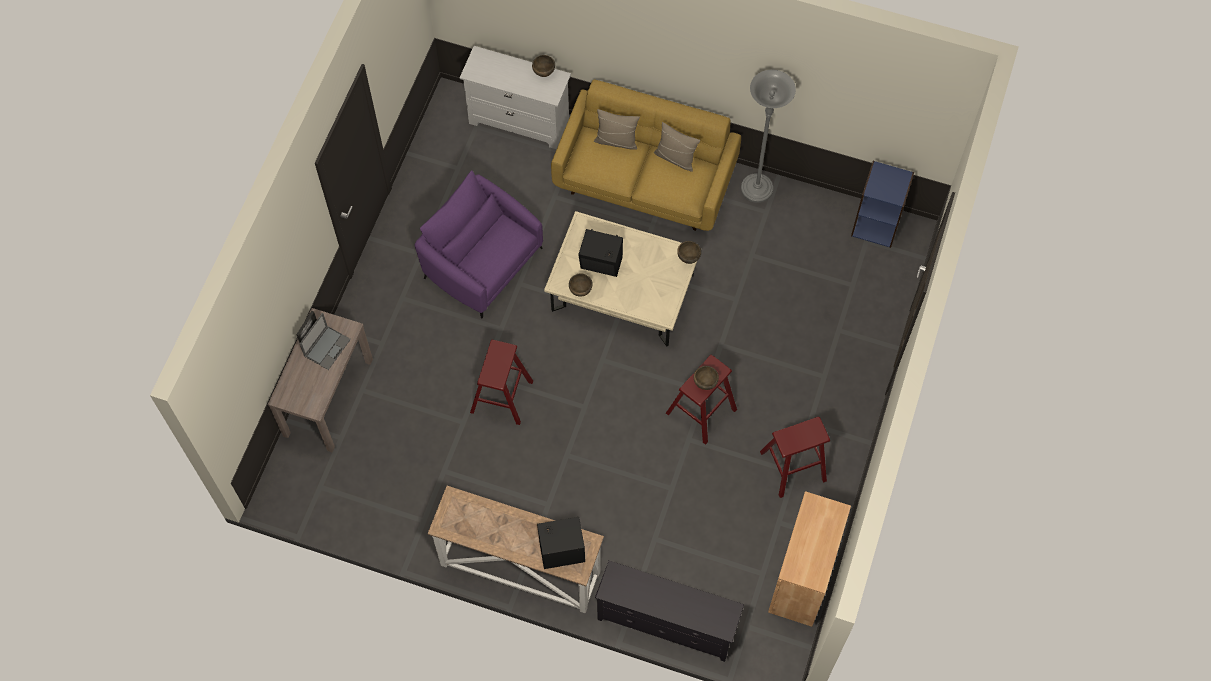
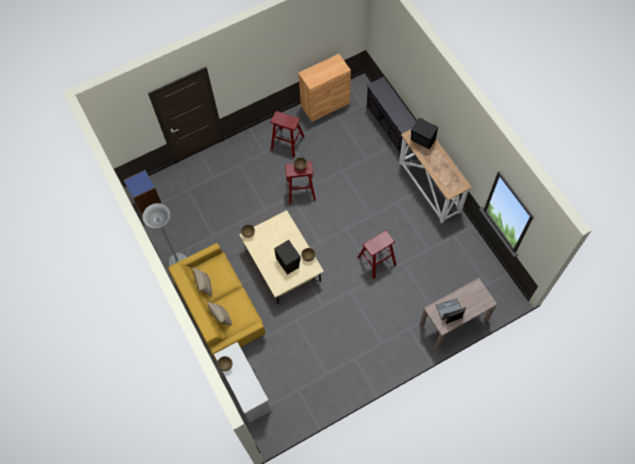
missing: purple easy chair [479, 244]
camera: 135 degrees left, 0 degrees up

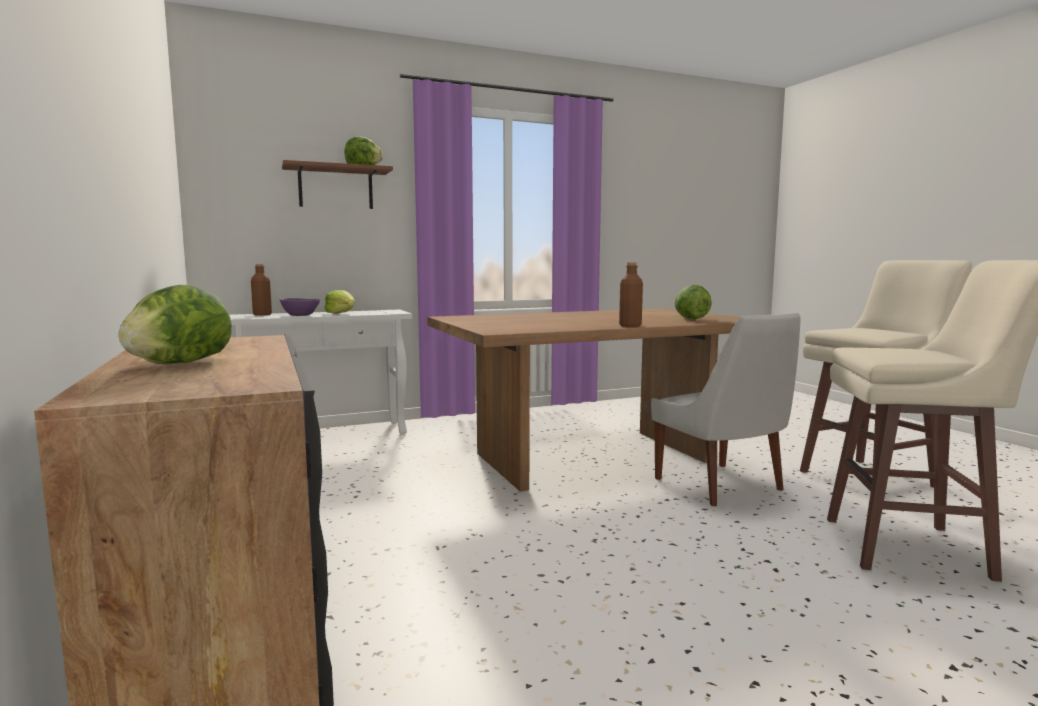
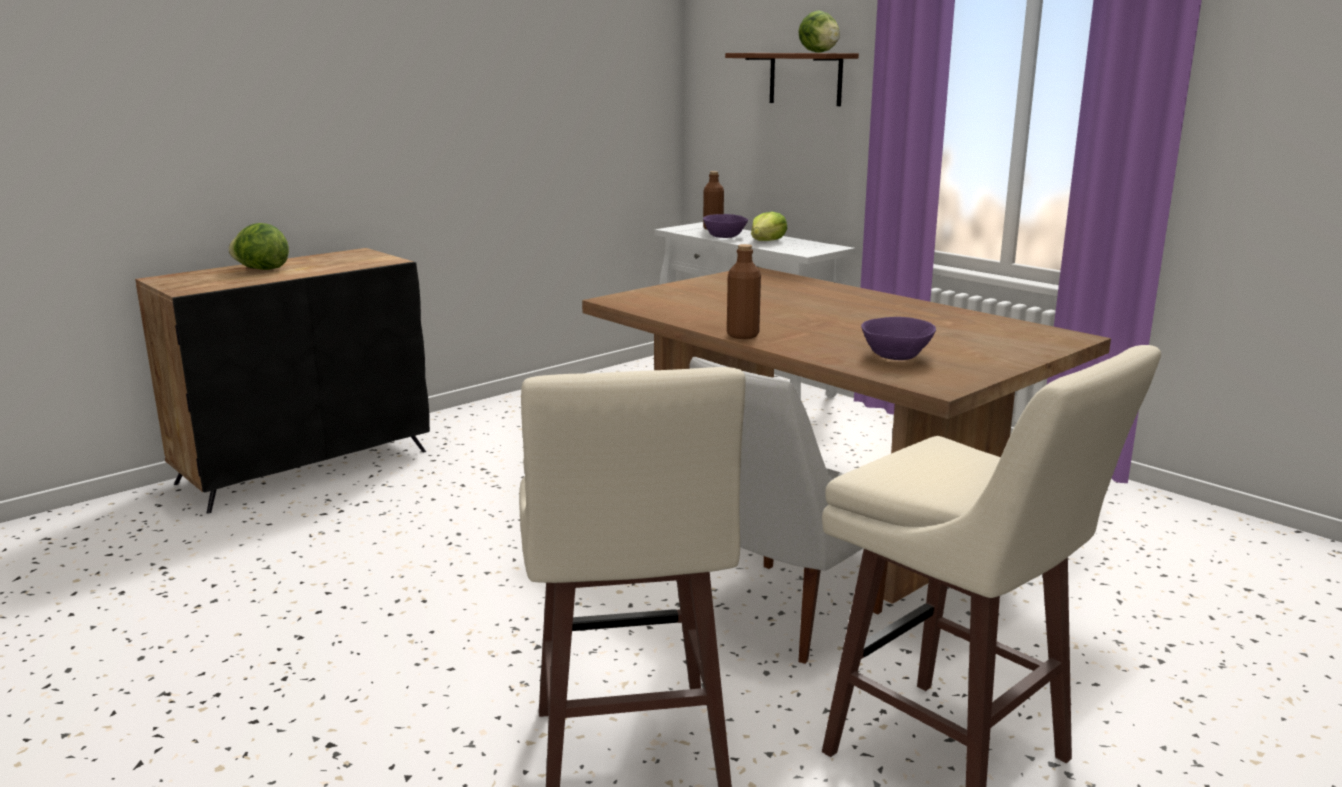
exchanged: lettuce head [693, 301] to purple bowl [898, 338]
camera: 70 degrees right, 10 degrees up

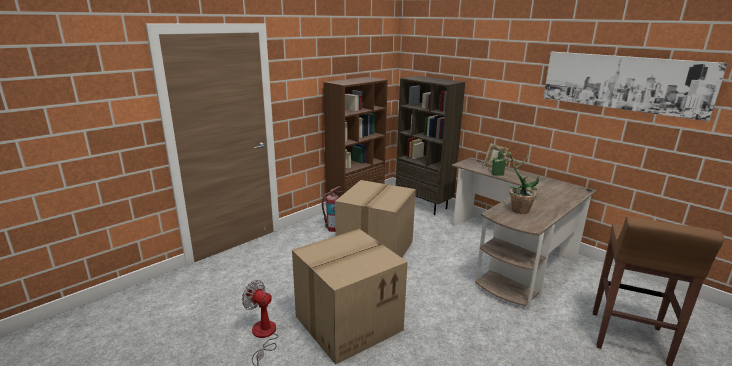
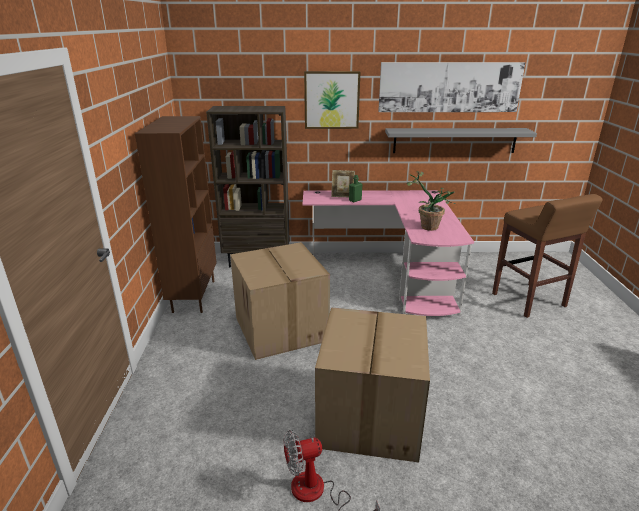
missing: extinguisher [332, 209]
appeared: wall art [332, 100]; gray bracket shelf [461, 140]
colour: brown-coloured desk [524, 233] to pink-coloured desk [388, 253]
camera: 45 degrees left, 5 degrees up

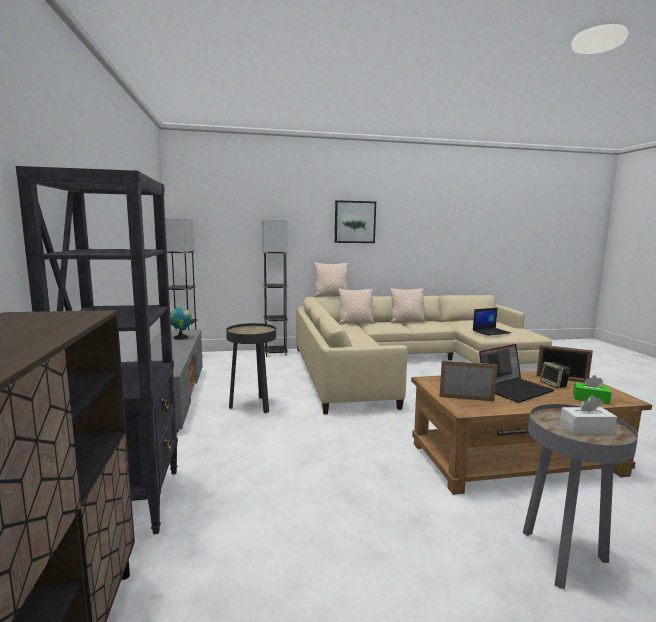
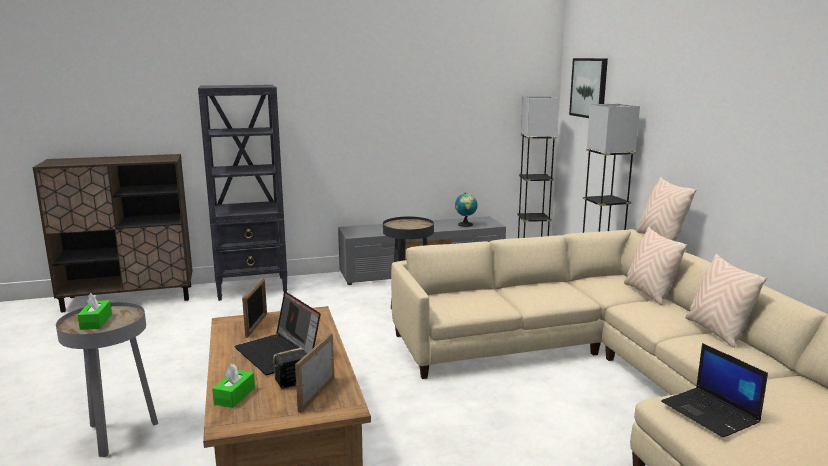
relocated: wall art [355, 221] to [588, 88]
colour: whitish tissue holder [588, 414] to green-coloured tissue holder [94, 311]
camera: 85 degrees right, 5 degrees up

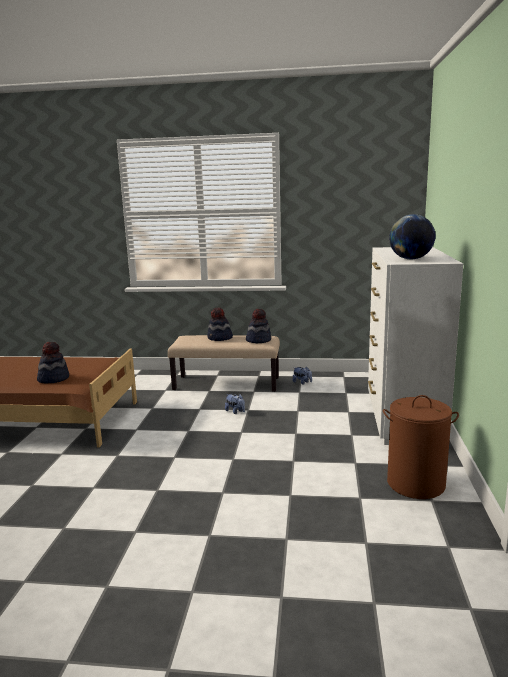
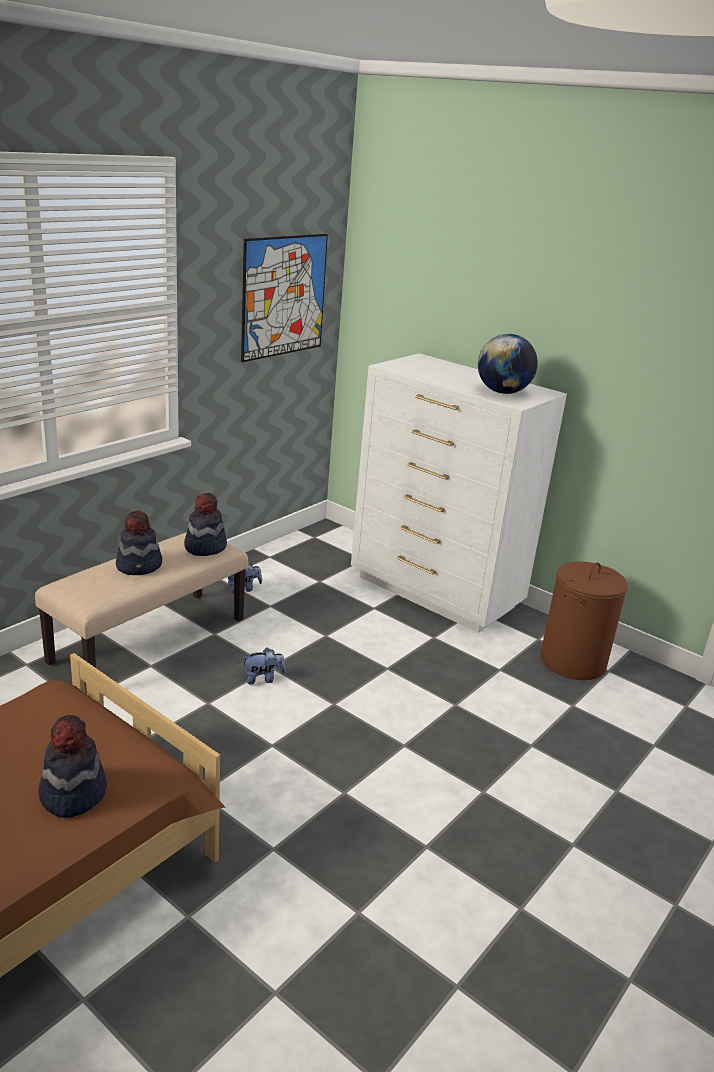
appeared: wall art [284, 298]
camera: 60 degrees left, 10 degrees up

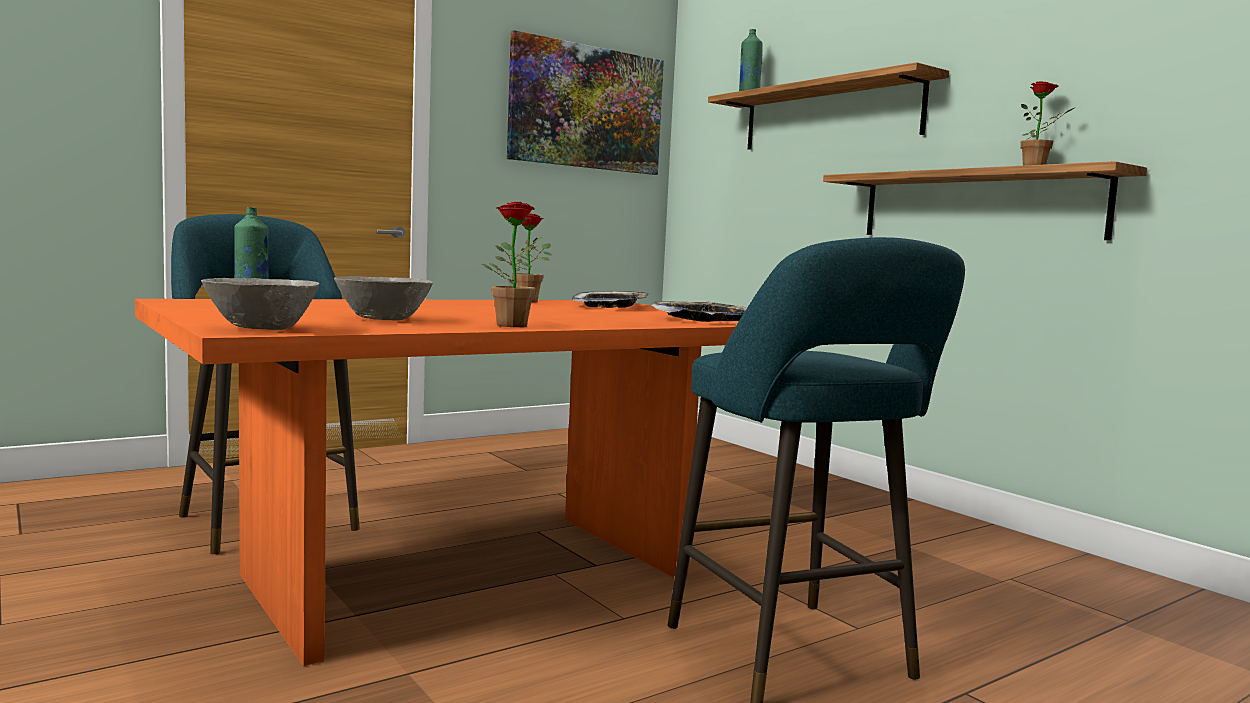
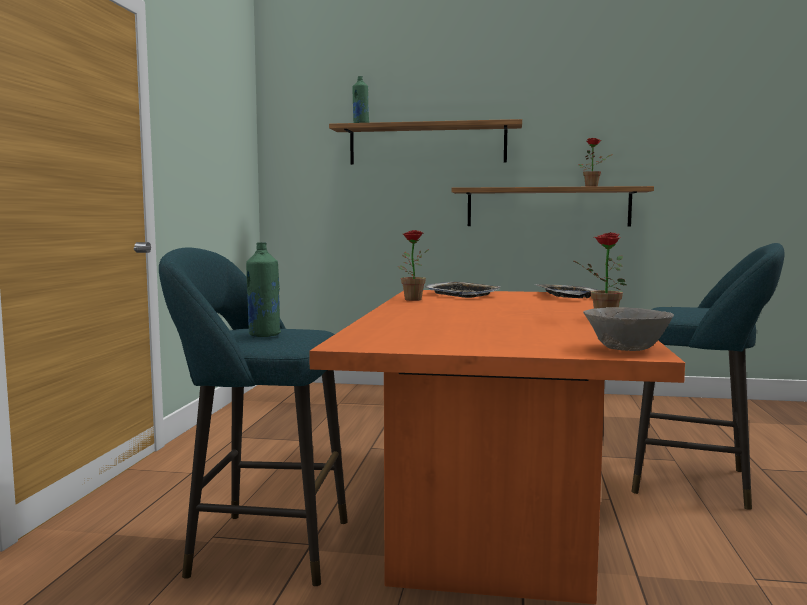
missing: wall art [585, 102]; gray bowl [383, 298]
camera: 45 degrees left, 0 degrees up

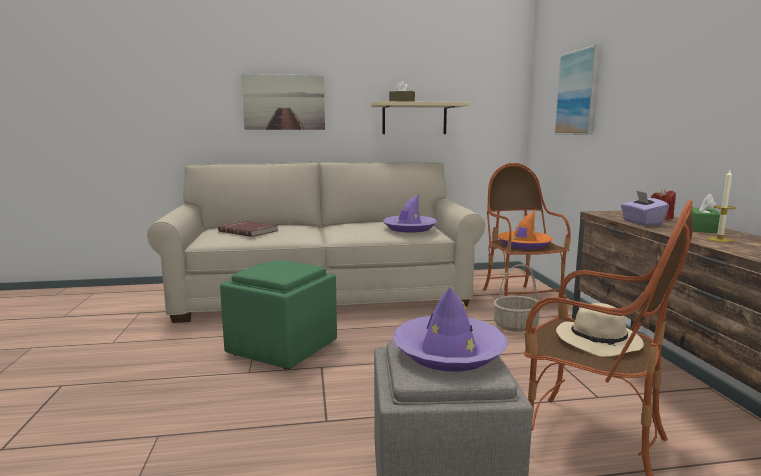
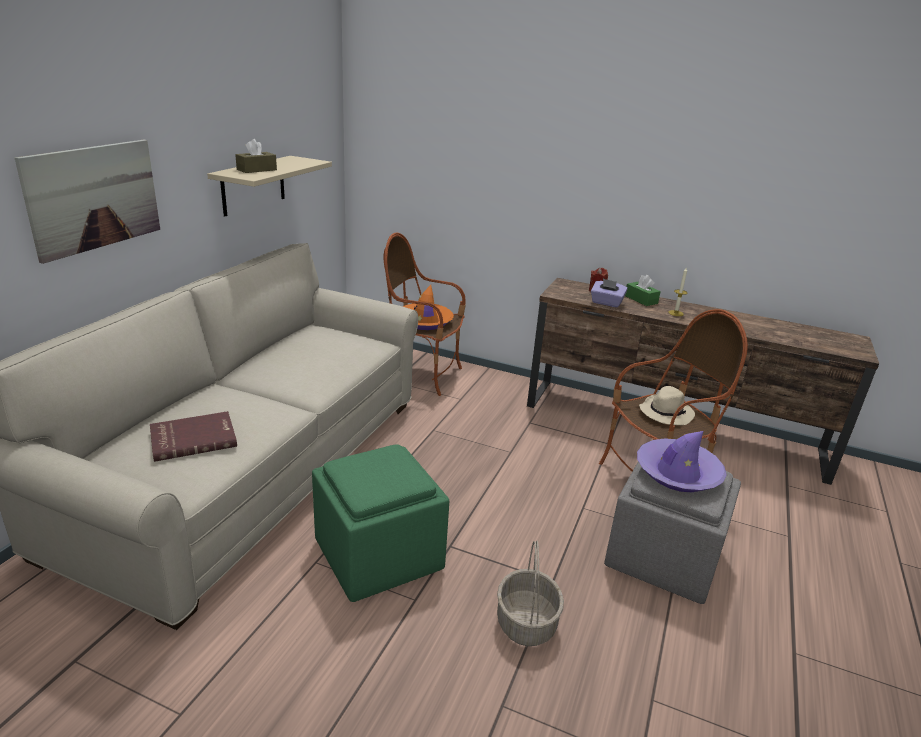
missing: wall art [577, 90]; purple hat [410, 213]
relocated: basket [516, 298] to [530, 593]
camera: 60 degrees left, 15 degrees up

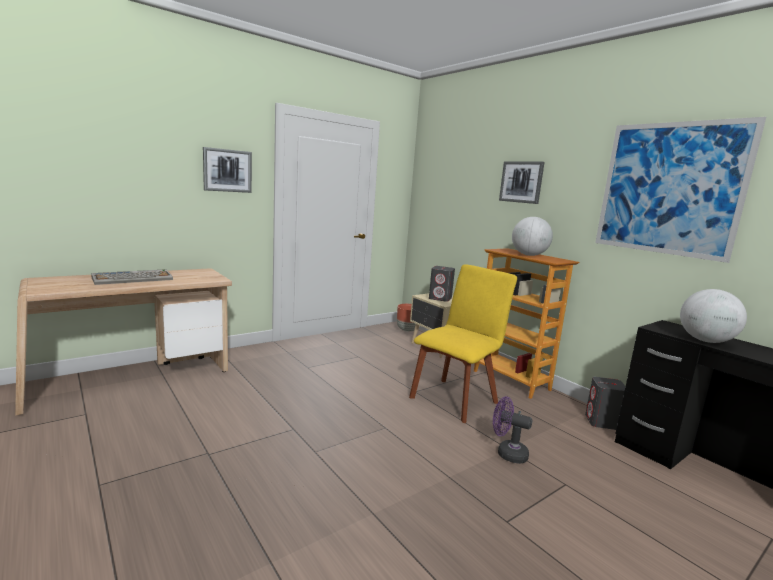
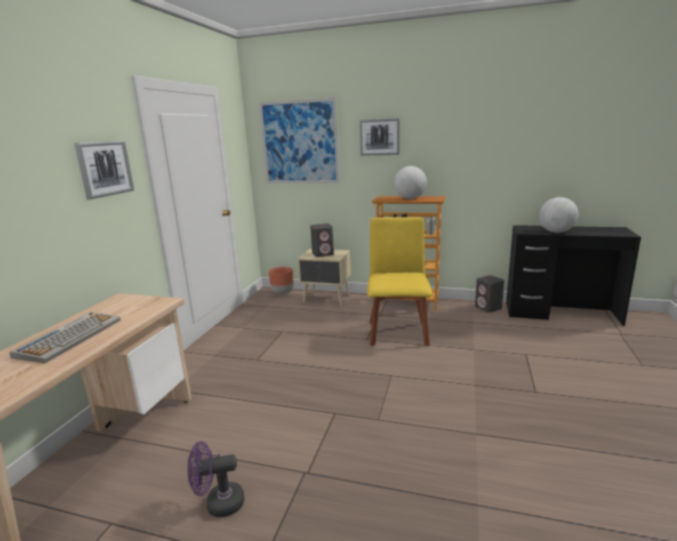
relocated: wall art [680, 190] to [299, 140]; purple electric fan [513, 430] to [215, 479]
camera: 35 degrees left, 5 degrees up

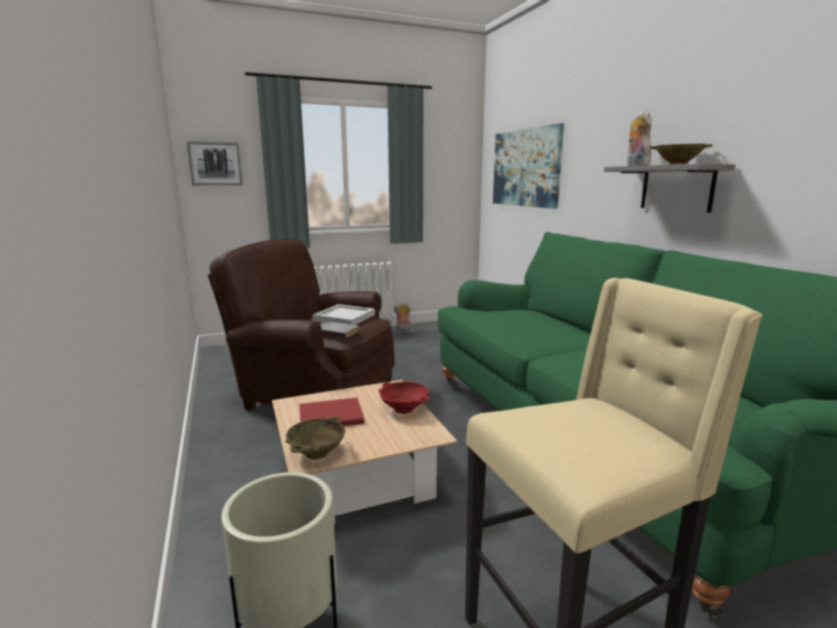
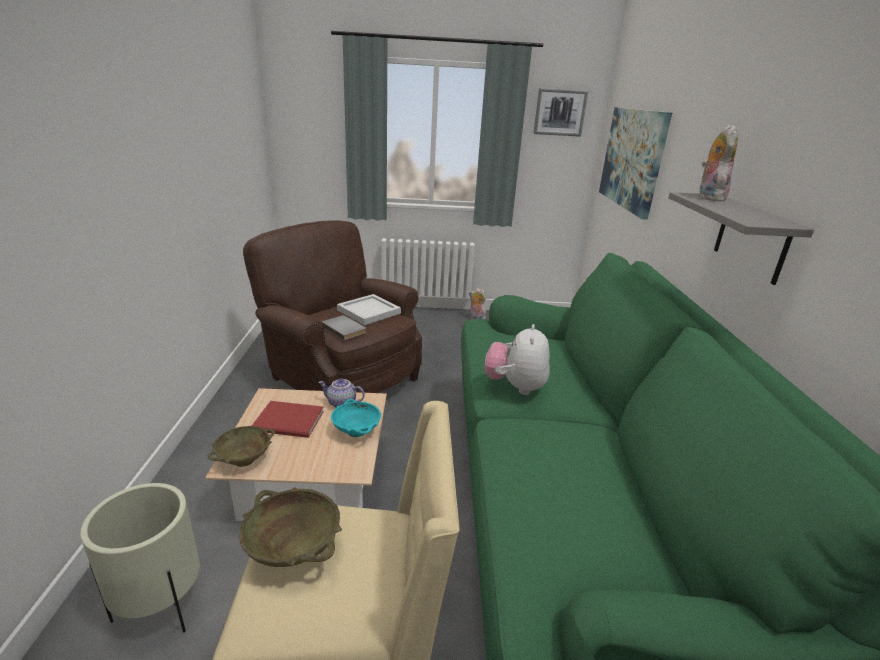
appeared: soft toy [517, 359]; teapot [341, 393]
relocated: wall art [215, 163] to [560, 112]; beige bowl [681, 154] to [290, 527]
colour: red bowl [404, 397] to blue-green bowl [356, 418]
camera: 20 degrees right, 10 degrees up

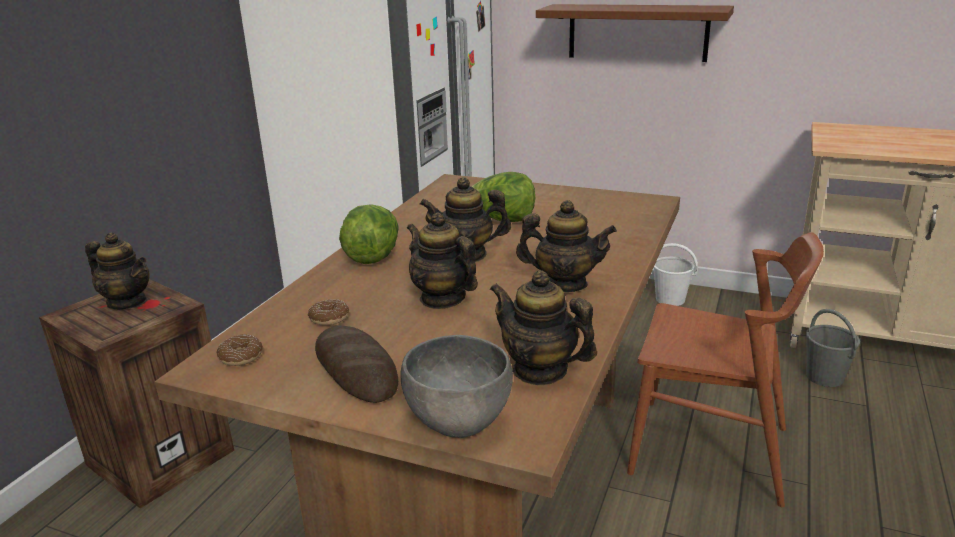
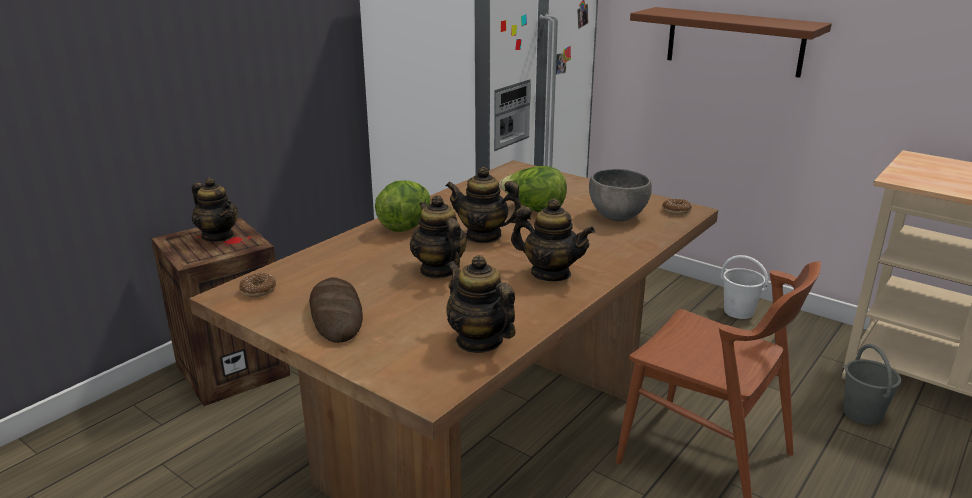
relocated: ring doughnut [328, 312] to [677, 207]; gray bowl [456, 386] to [620, 195]
camera: 15 degrees right, 0 degrees up

